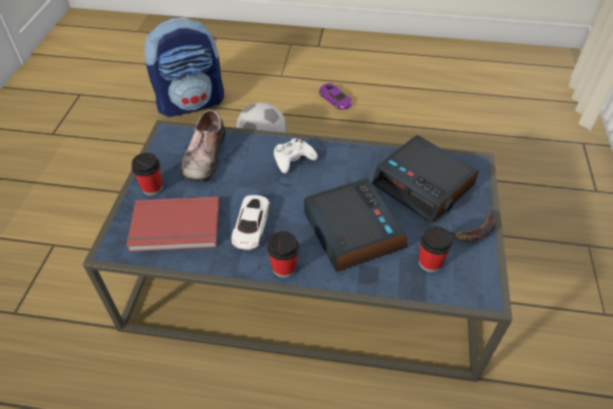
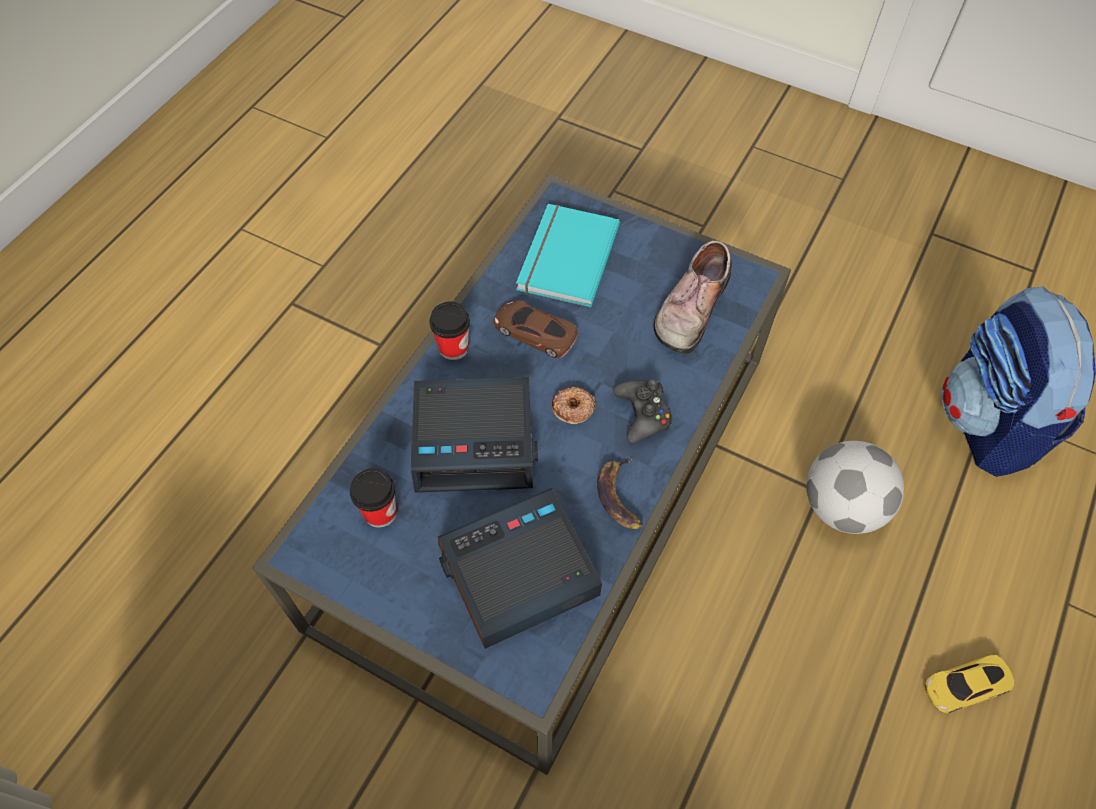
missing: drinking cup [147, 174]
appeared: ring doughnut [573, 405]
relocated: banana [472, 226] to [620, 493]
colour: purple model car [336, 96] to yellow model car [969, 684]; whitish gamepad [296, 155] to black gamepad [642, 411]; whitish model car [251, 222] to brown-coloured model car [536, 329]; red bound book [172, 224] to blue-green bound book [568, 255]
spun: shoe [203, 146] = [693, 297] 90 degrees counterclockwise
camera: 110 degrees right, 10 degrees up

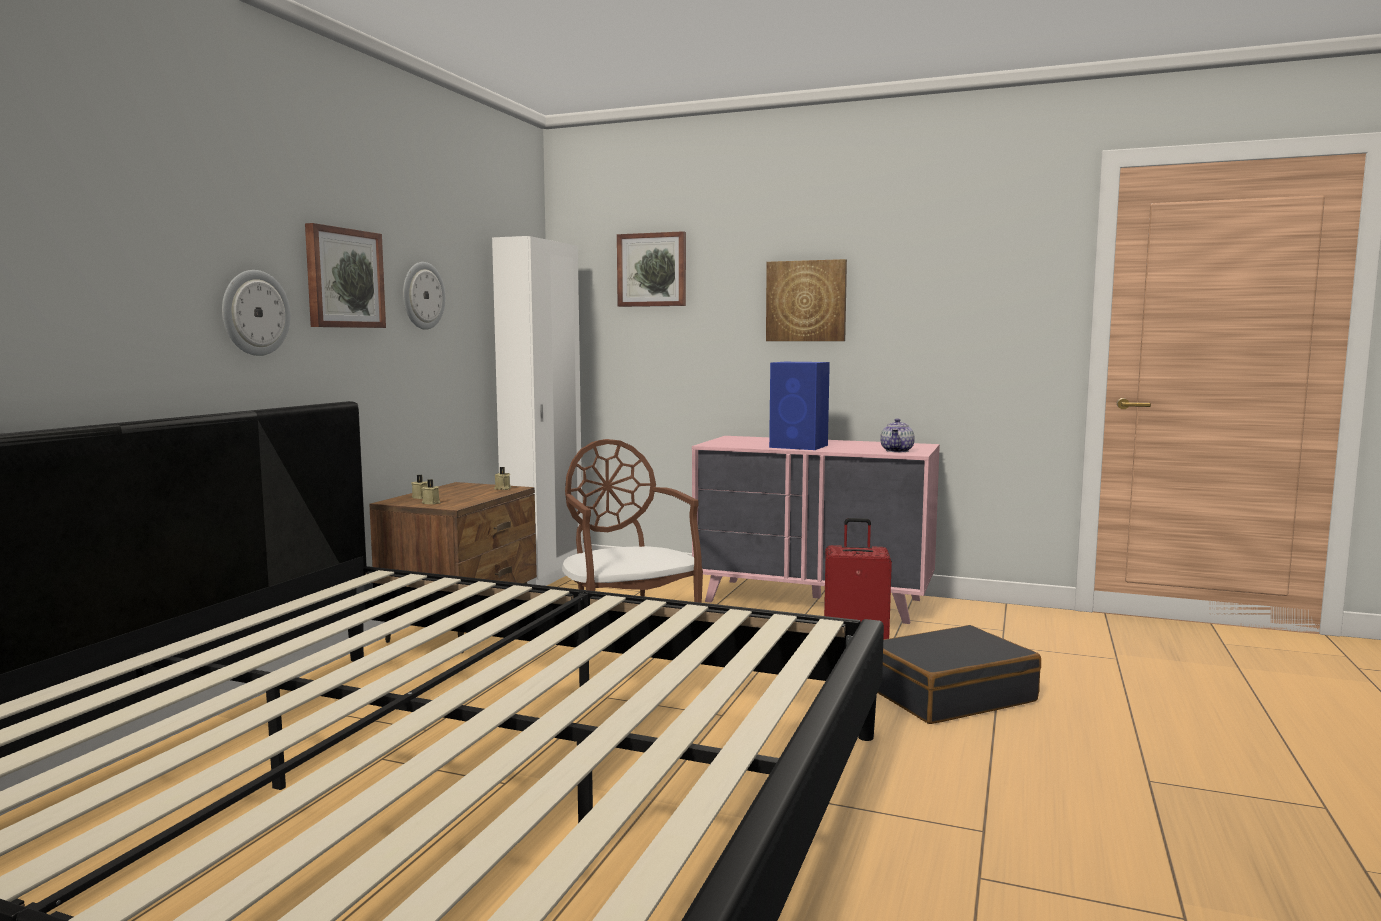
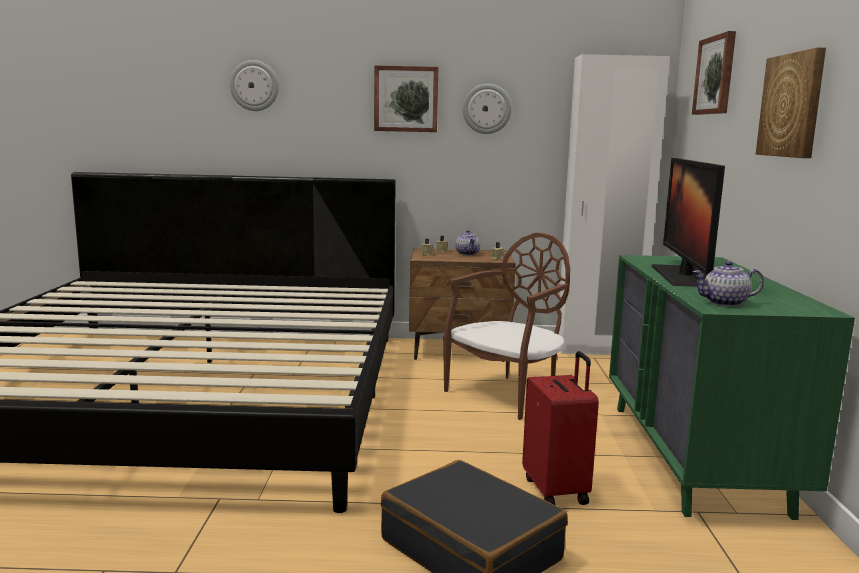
appeared: teapot [467, 242]
relocated: wall clock [256, 313] to [254, 85]
exchanged: bluish loudspeaker [799, 406] to computer screen [688, 222]
colour: pink-coloured chest of drawers [816, 530] to green-coloured chest of drawers [732, 387]
camera: 70 degrees right, 5 degrees up

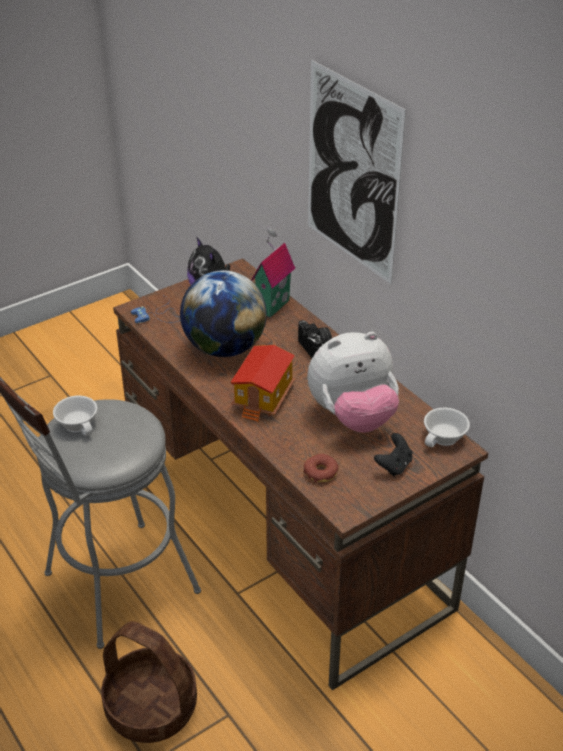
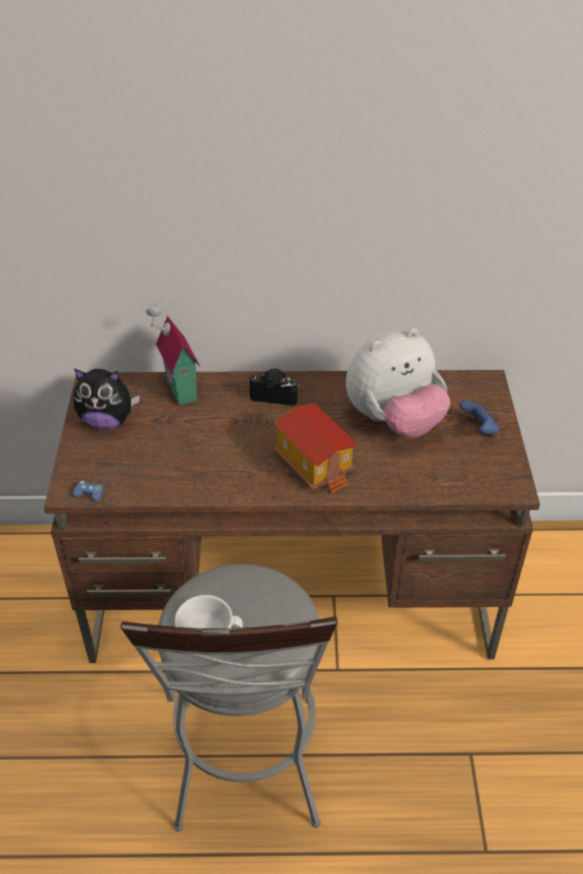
missing: wall art [357, 172]; desk globe [223, 313]; whitish drinking cup [447, 427]; ring doughnut [321, 468]; basket [149, 682]
colour: black gamepad [393, 454] to bluish gamepad [479, 418]
spun: soft toy [353, 382] = [398, 383] 45 degrees clockwise
camera: 55 degrees left, 5 degrees up

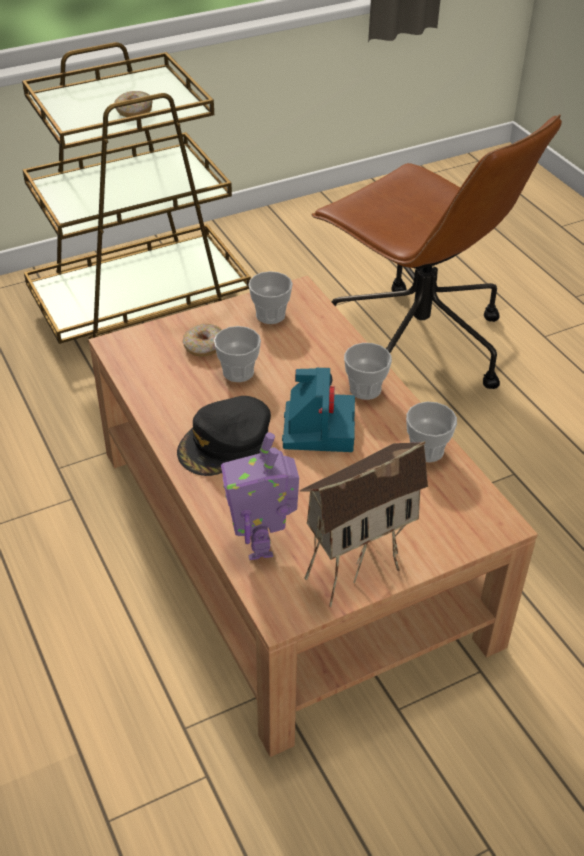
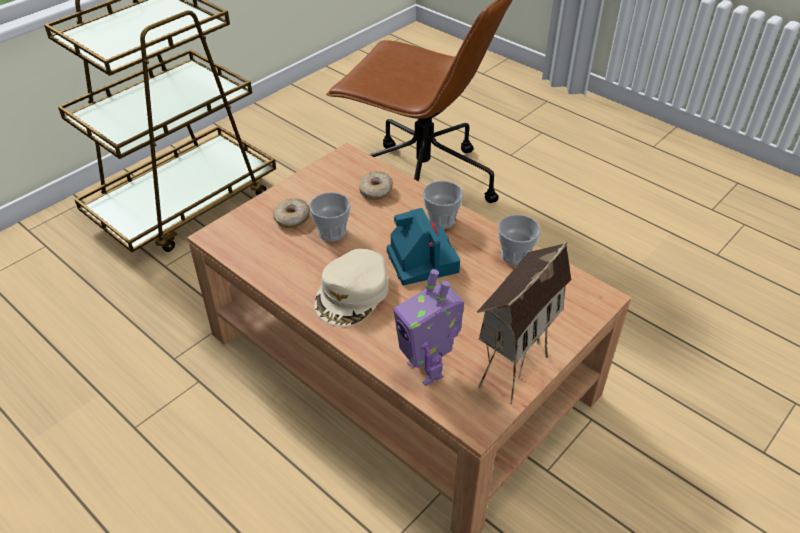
missing: drinking cup [271, 297]
relocated: ring doughnut [133, 104] to [375, 186]
colour: black peaked cap [224, 436] to beige peaked cap [351, 287]
camera: 20 degrees left, 0 degrees up

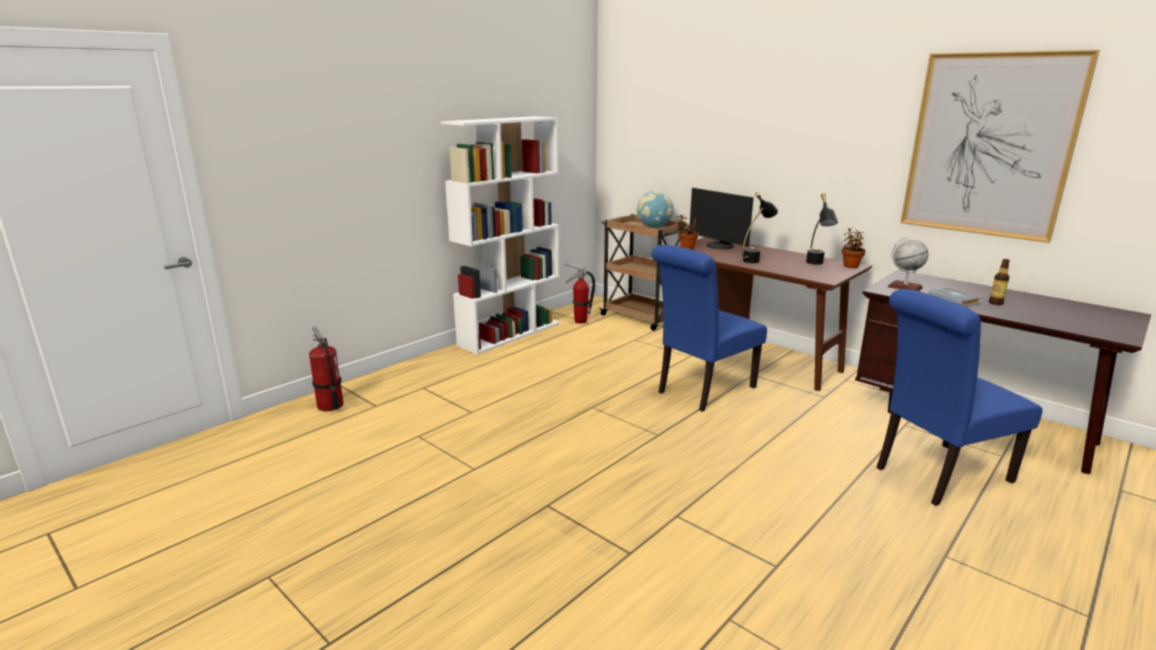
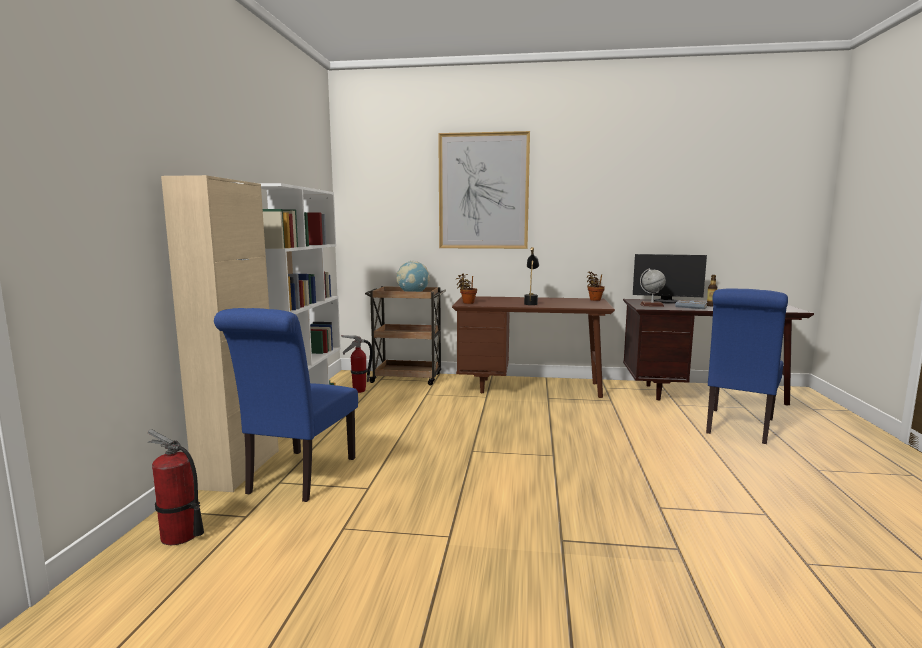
missing: black lamp for a table [822, 228]
appeared: beige cupboard [220, 333]
relocated: wall art [1000, 146] to [484, 190]; computer screen [721, 218] to [670, 279]; bluish upright chair [709, 328] to [286, 405]
camera: 35 degrees left, 10 degrees down

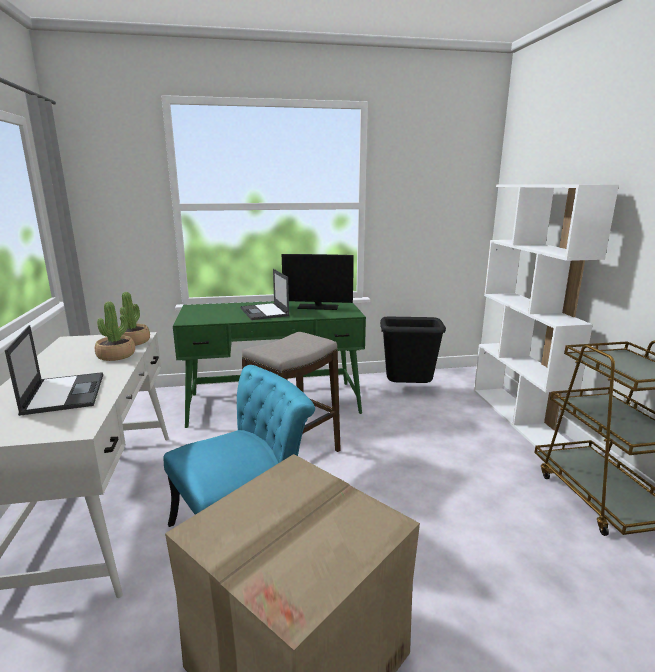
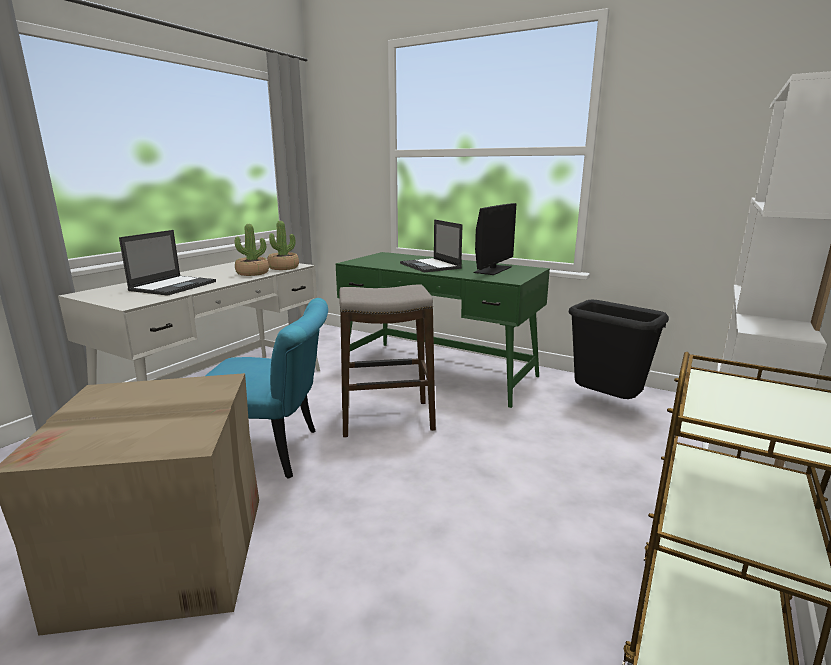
spun: computer screen [318, 282] = [495, 239] 105 degrees counterclockwise; laptop [265, 294] = [431, 245] 45 degrees counterclockwise
camera: 40 degrees right, 0 degrees up

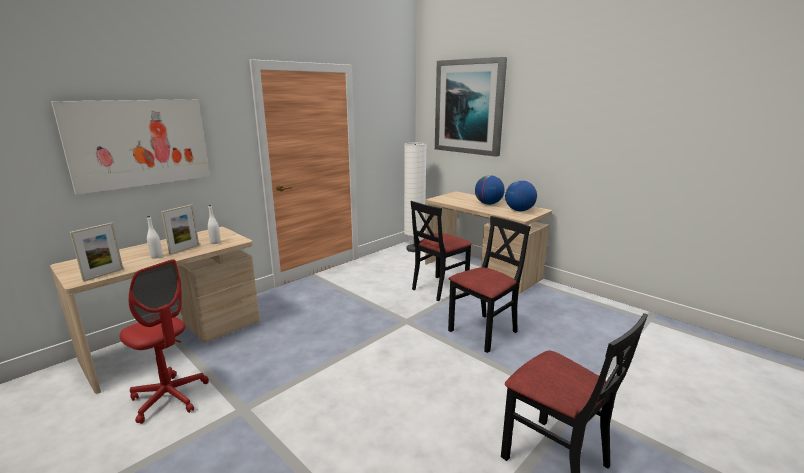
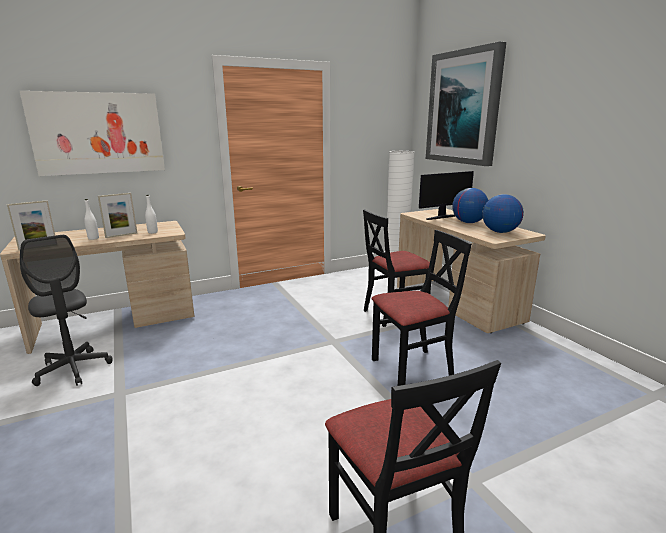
appeared: computer screen [446, 195]
colour: red computer chair [164, 341] to gray computer chair [66, 310]
camera: 20 degrees right, 0 degrees up

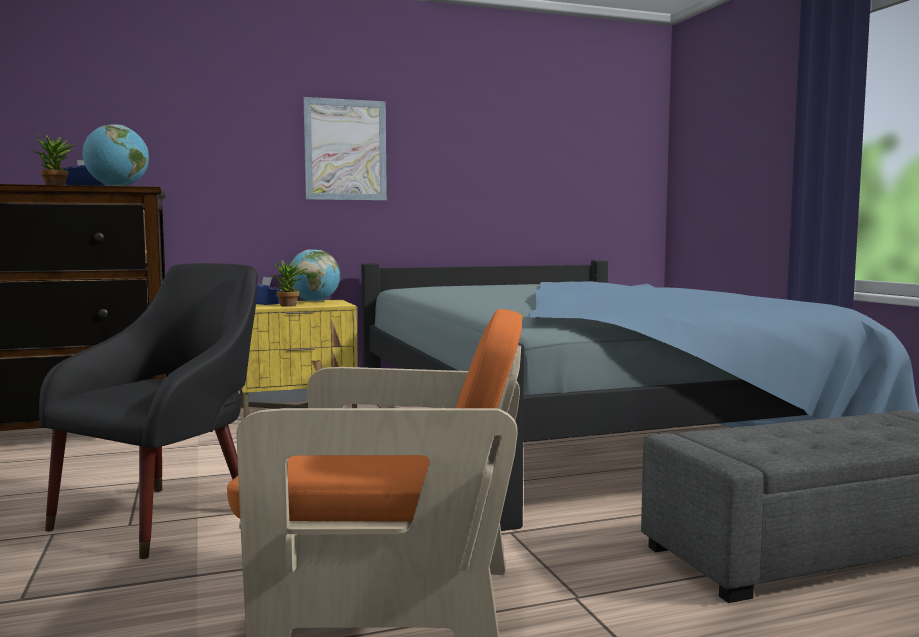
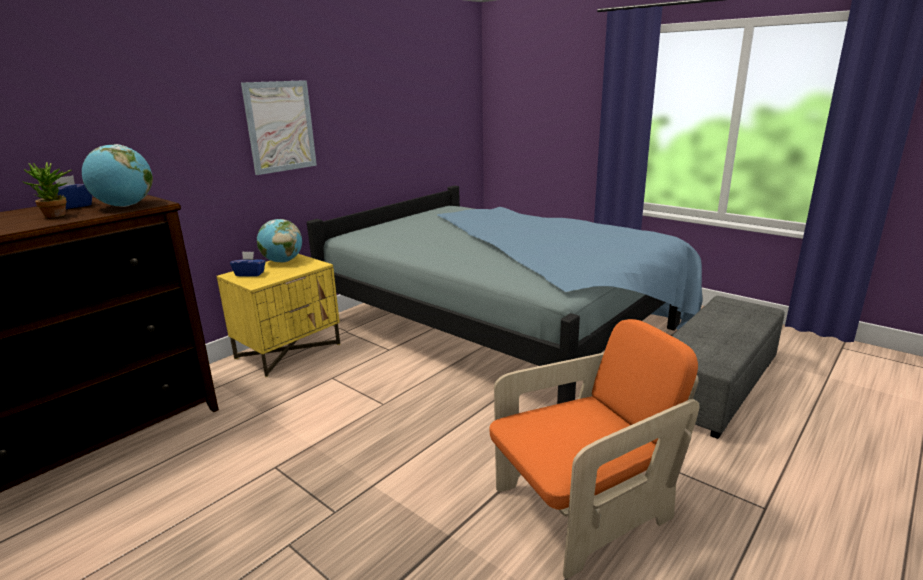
missing: houseplant [289, 283]; black easy chair [148, 411]
camera: 30 degrees left, 15 degrees up

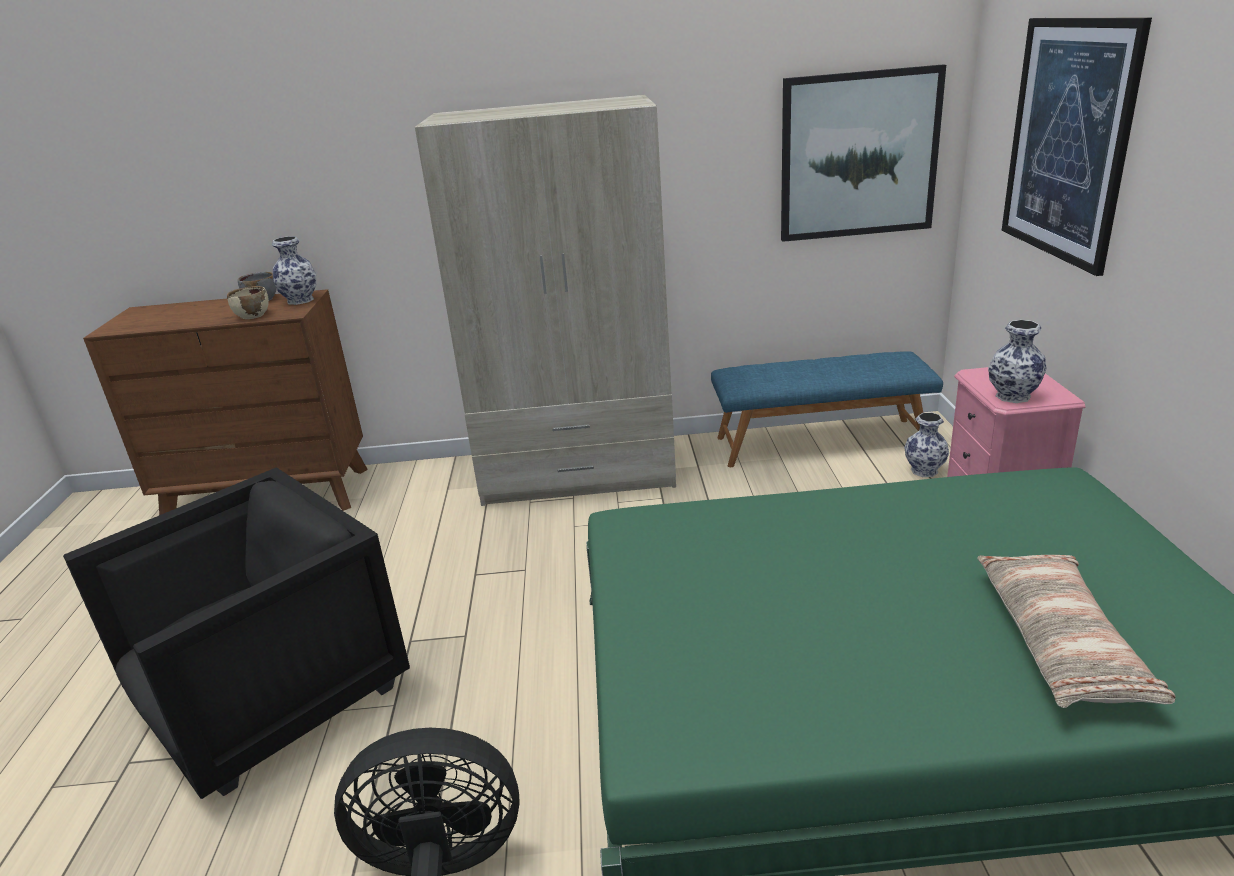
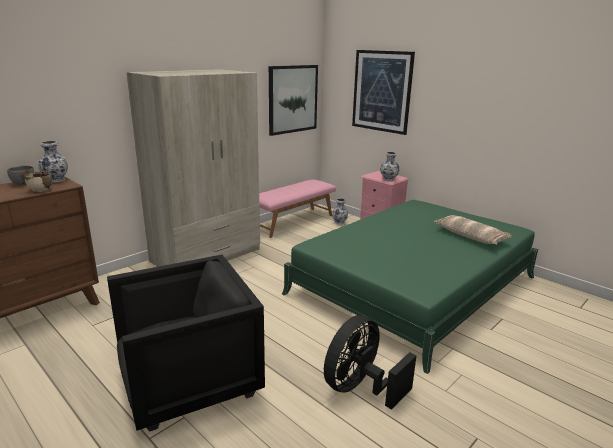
colour: bluish long seat [827, 409] to pink-coloured long seat [297, 208]
spun: black easy chair [236, 633] = [186, 343] 60 degrees clockwise
camera: 45 degrees left, 5 degrees down

